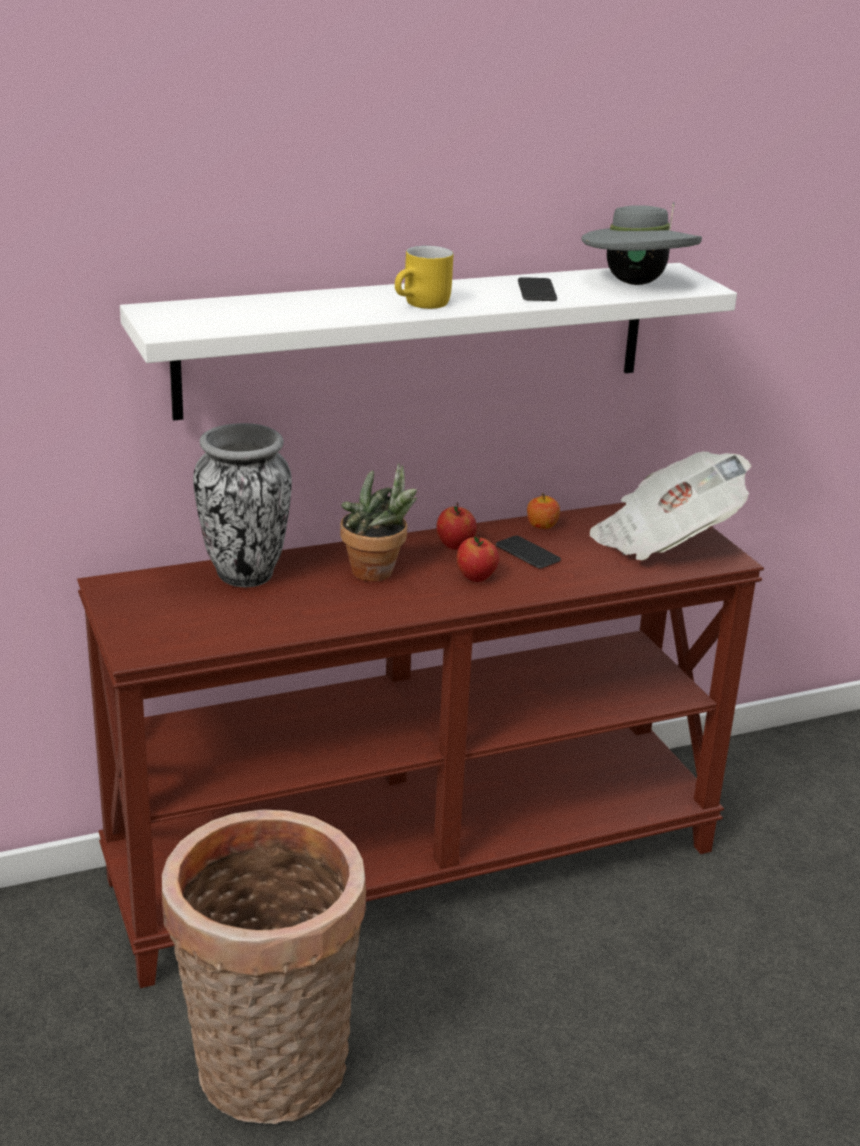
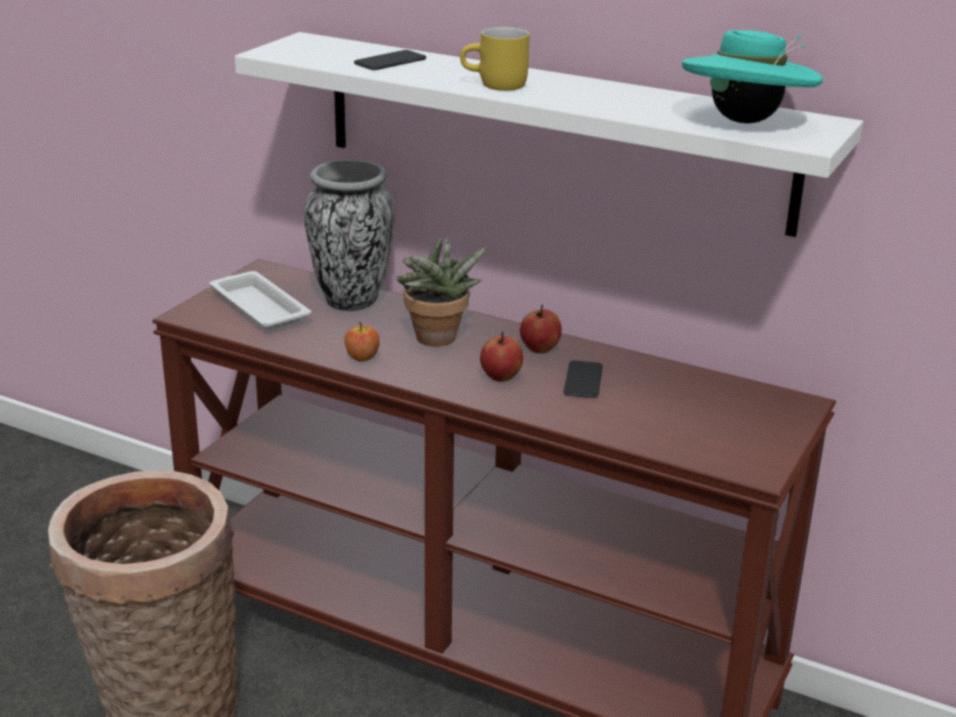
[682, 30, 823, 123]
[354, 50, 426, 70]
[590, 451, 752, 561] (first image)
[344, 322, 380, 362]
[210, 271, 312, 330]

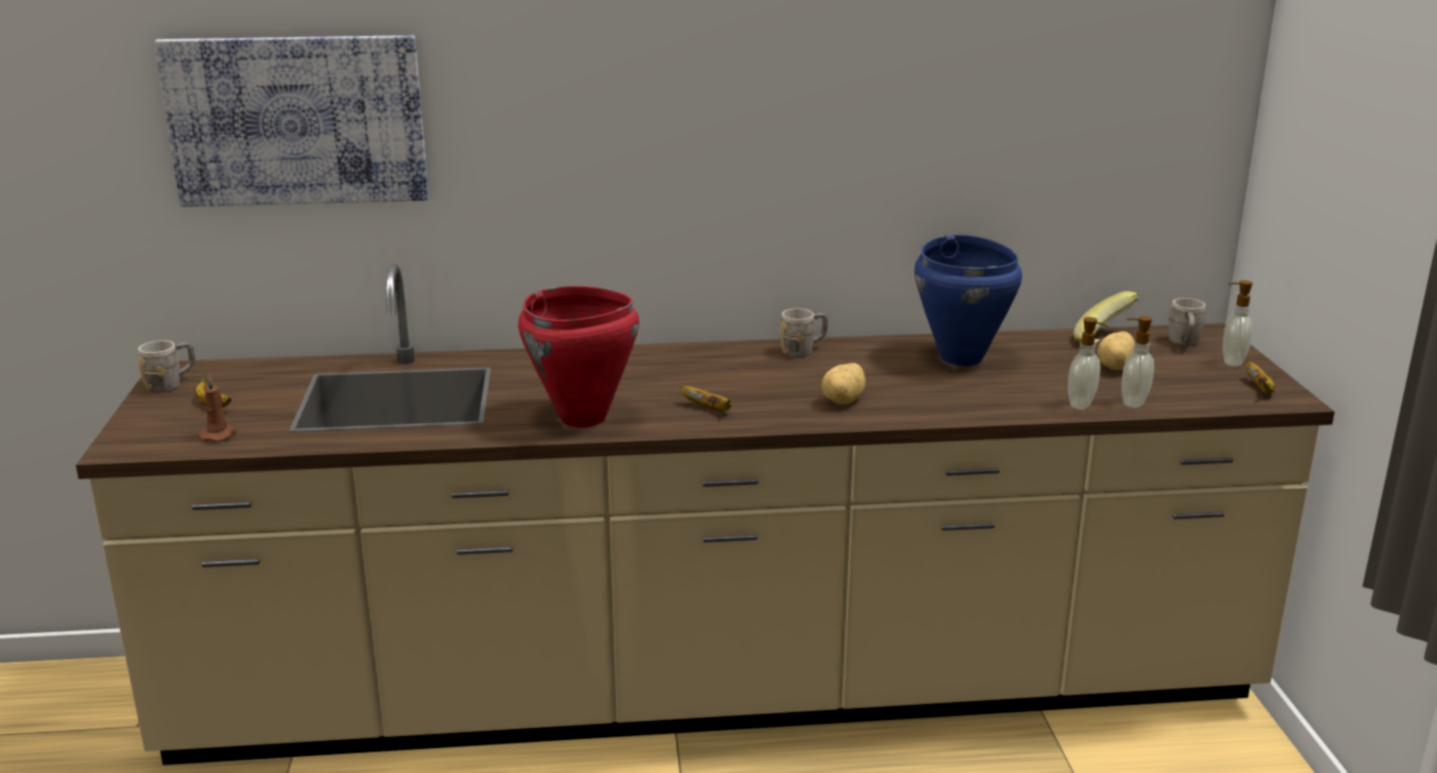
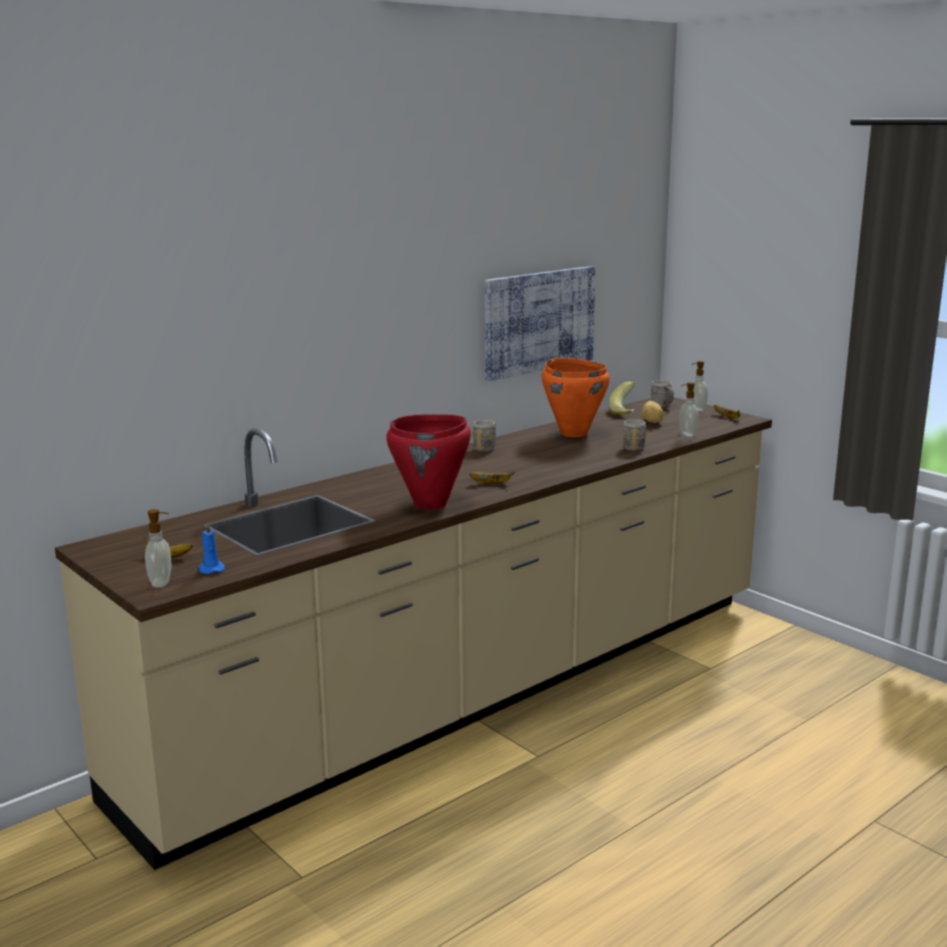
[485, 266, 596, 381]
[542, 358, 610, 437]
[145, 509, 171, 588]
[622, 419, 647, 451]
[822, 363, 865, 404] (first image)
[199, 522, 226, 574]

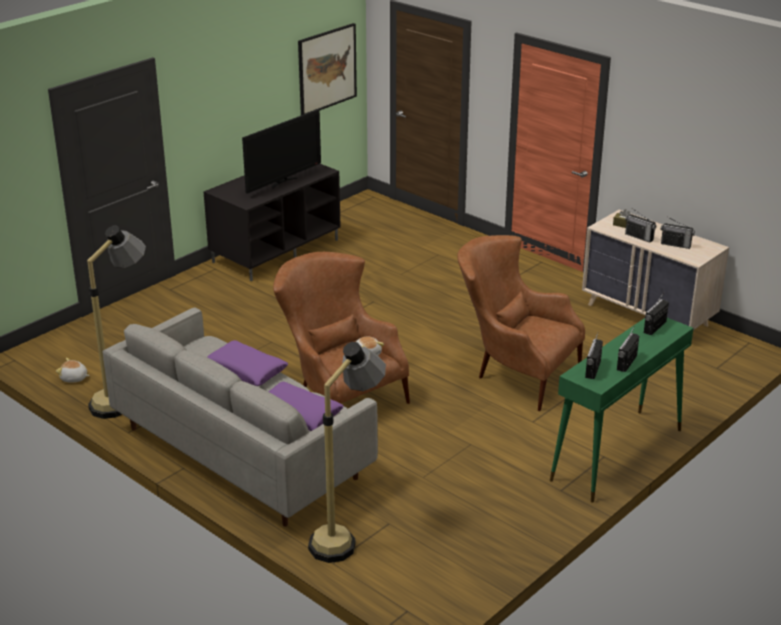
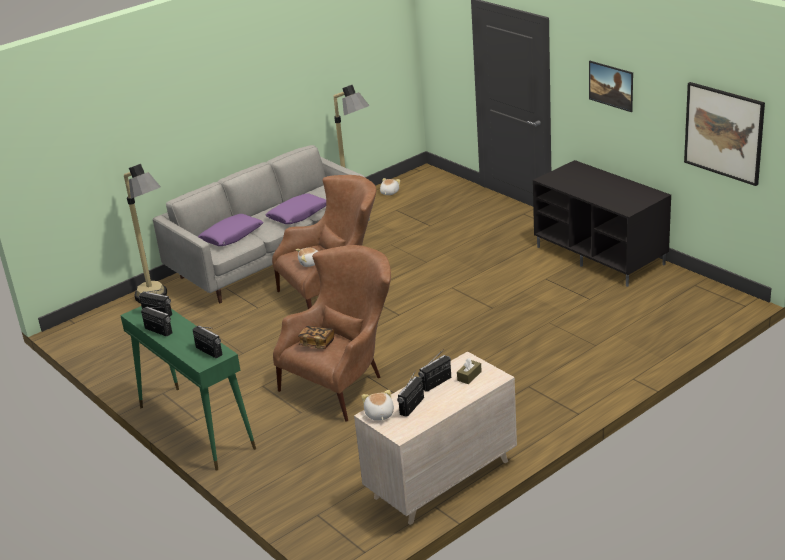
[242, 109, 321, 194] (first image)
[589, 61, 633, 112]
[298, 326, 334, 349]
[362, 390, 394, 421]

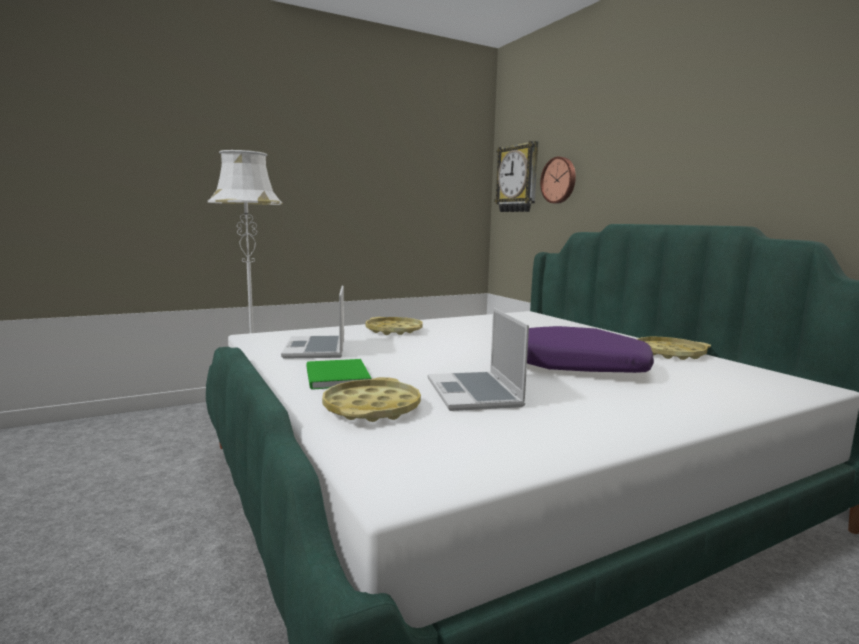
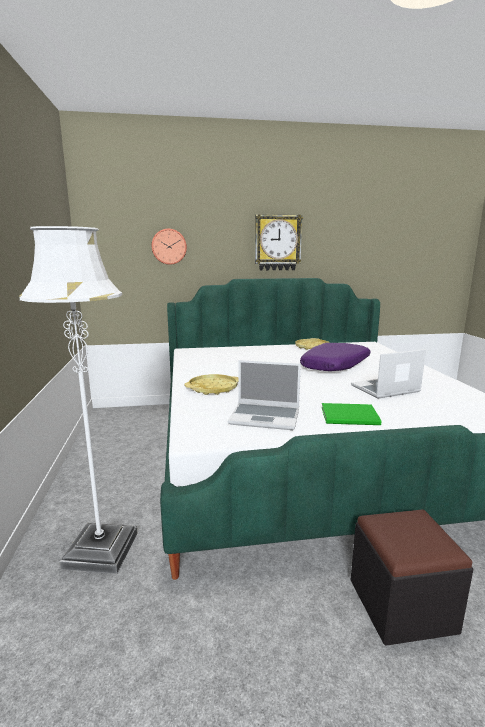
[255, 214, 303, 270]
[351, 349, 426, 399]
[322, 377, 421, 422] (first image)
[351, 509, 473, 646]

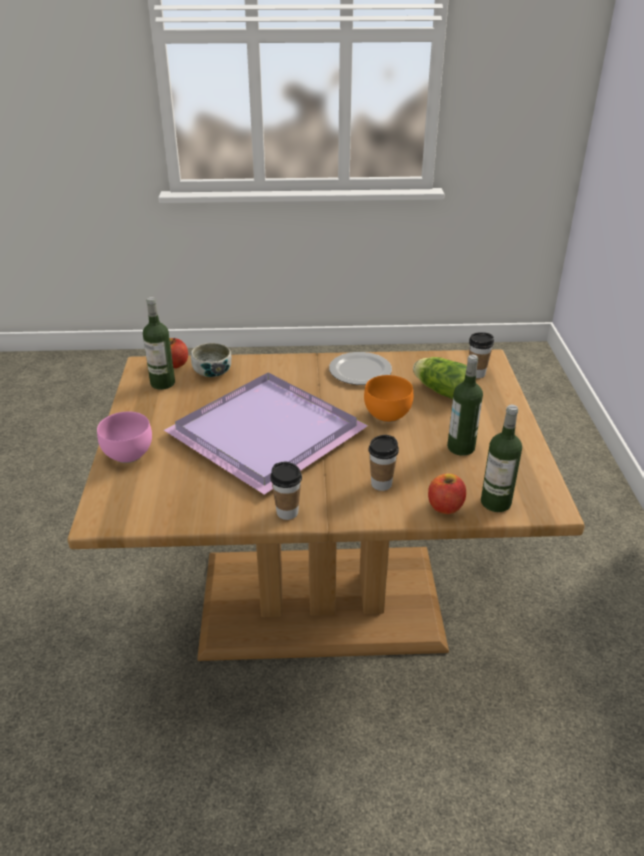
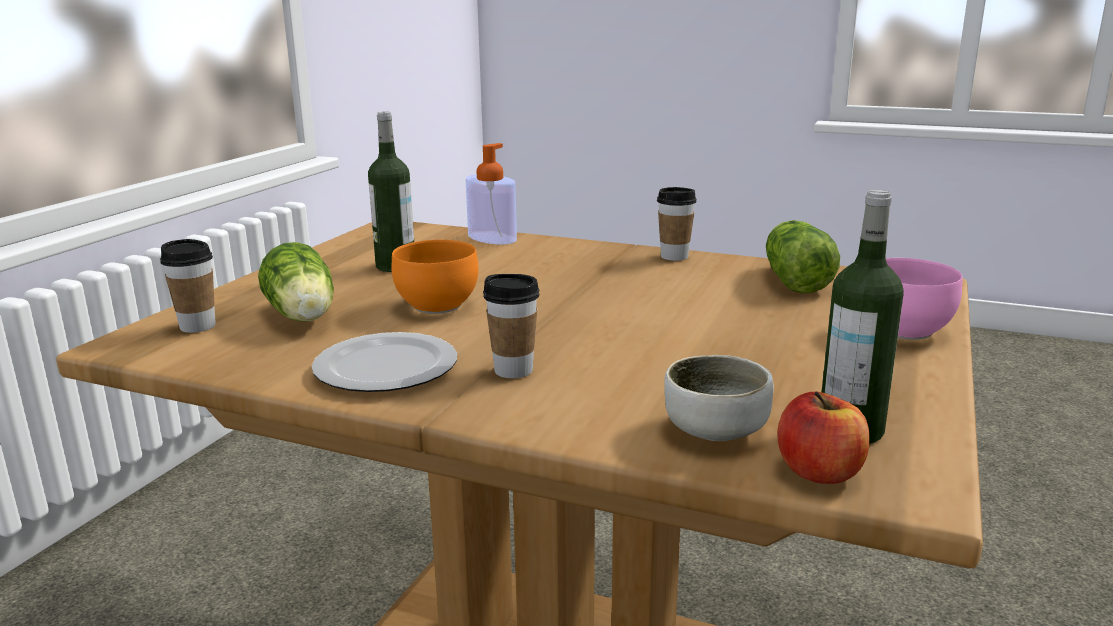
[164, 373, 369, 495] (first image)
[481, 405, 522, 512] (first image)
[483, 274, 539, 378]
[466, 143, 517, 245]
[766, 220, 840, 293]

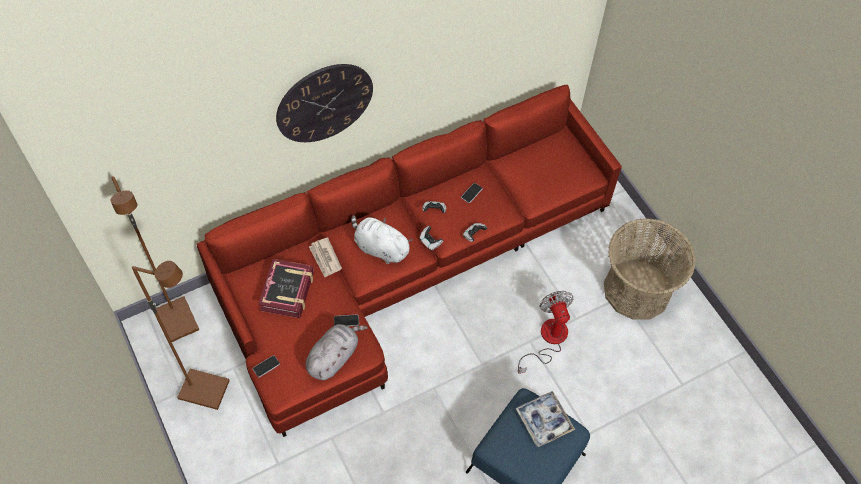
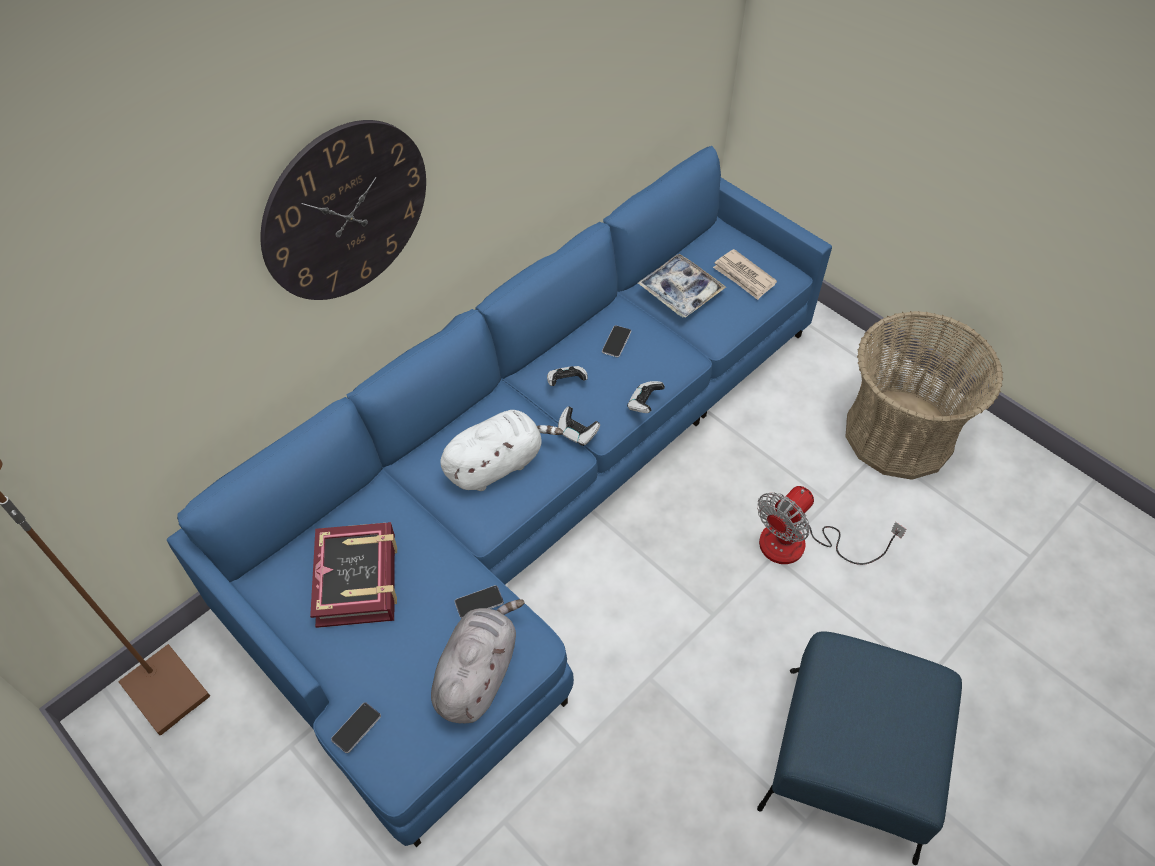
[167, 146, 832, 848]
[440, 410, 563, 491]
[713, 249, 777, 300]
[132, 261, 230, 410] (first image)
[757, 486, 906, 565]
[638, 254, 726, 318]

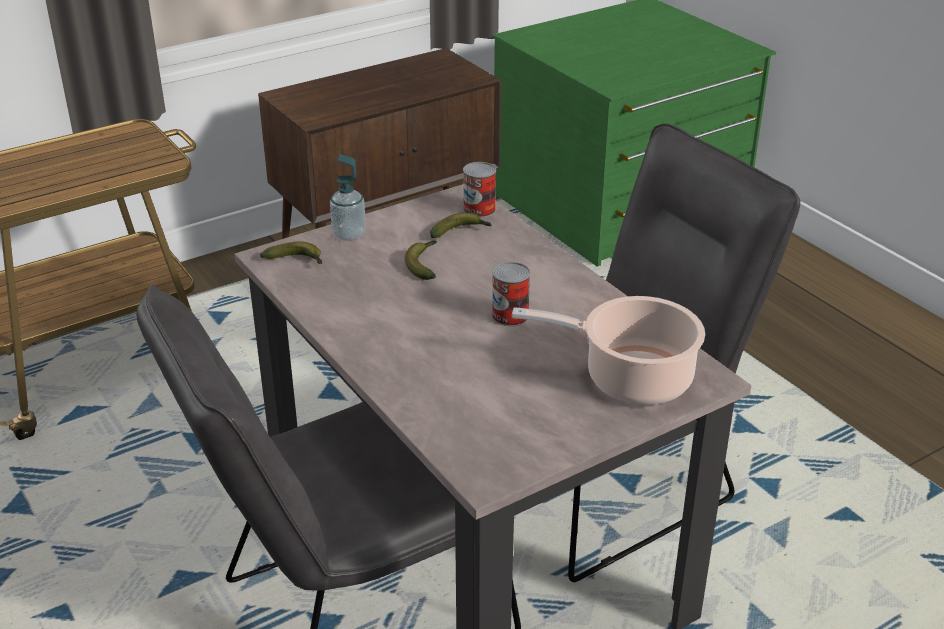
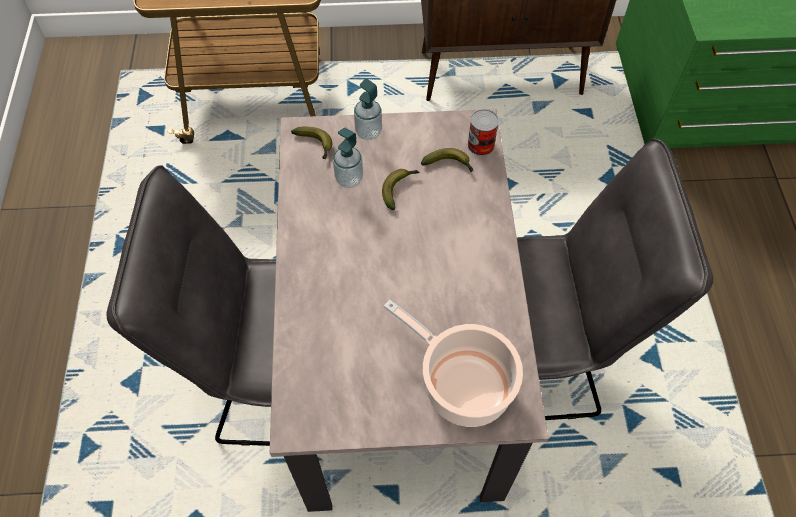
[492, 262, 531, 327] (first image)
[333, 128, 363, 188]

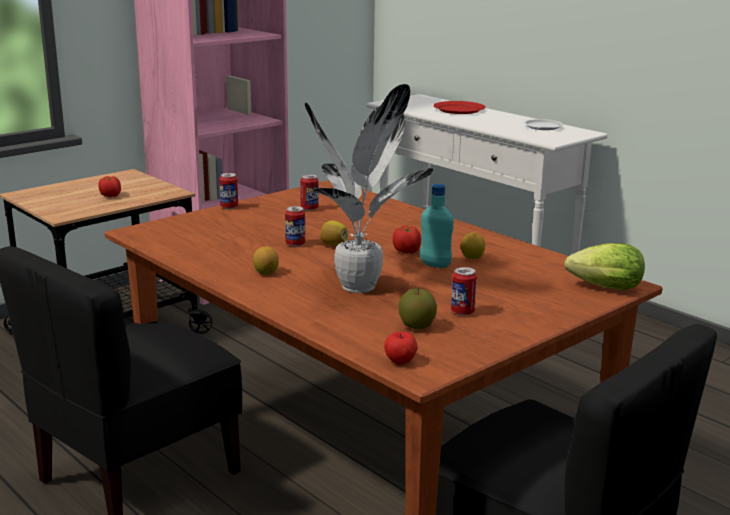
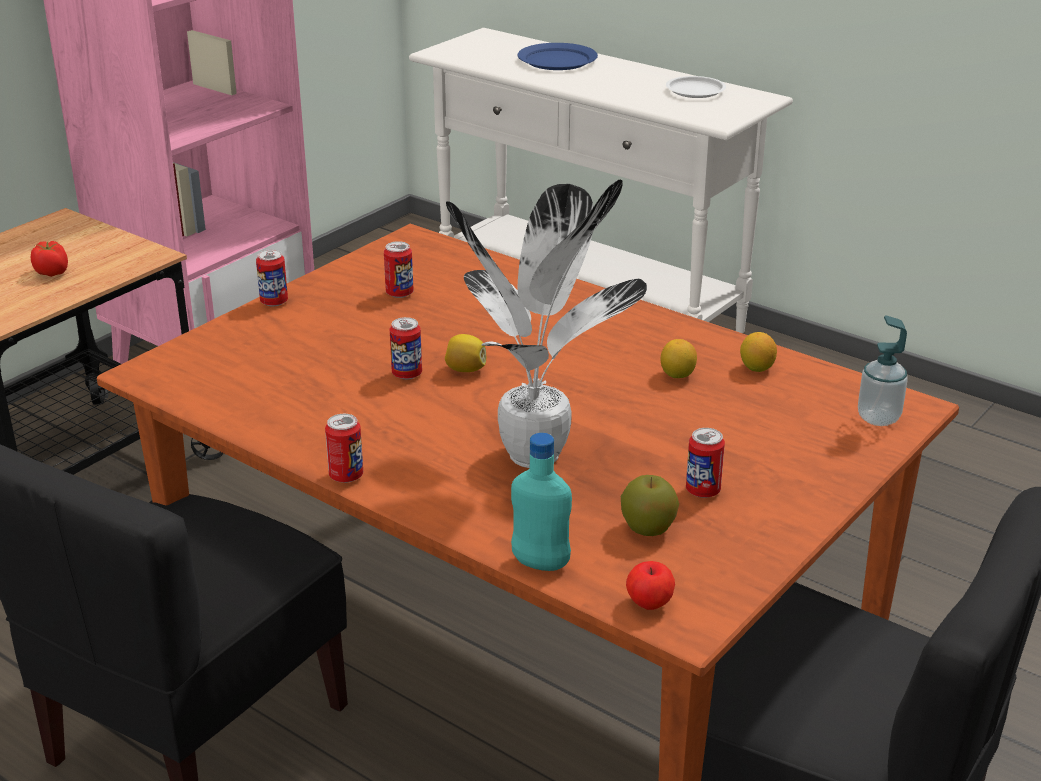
[517, 43, 598, 70]
[511, 433, 572, 571]
[393, 225, 421, 254] (first image)
[858, 315, 908, 426]
[740, 332, 777, 372]
[325, 414, 363, 483]

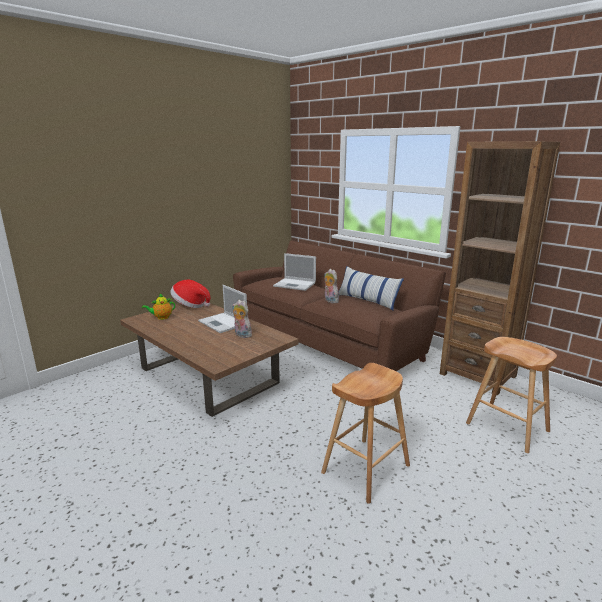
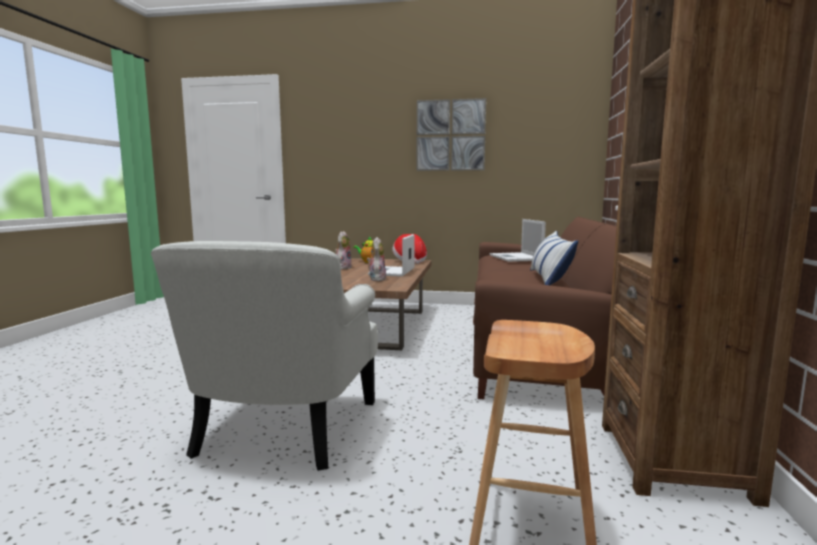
[335, 231, 351, 270]
[151, 241, 378, 471]
[417, 98, 486, 171]

